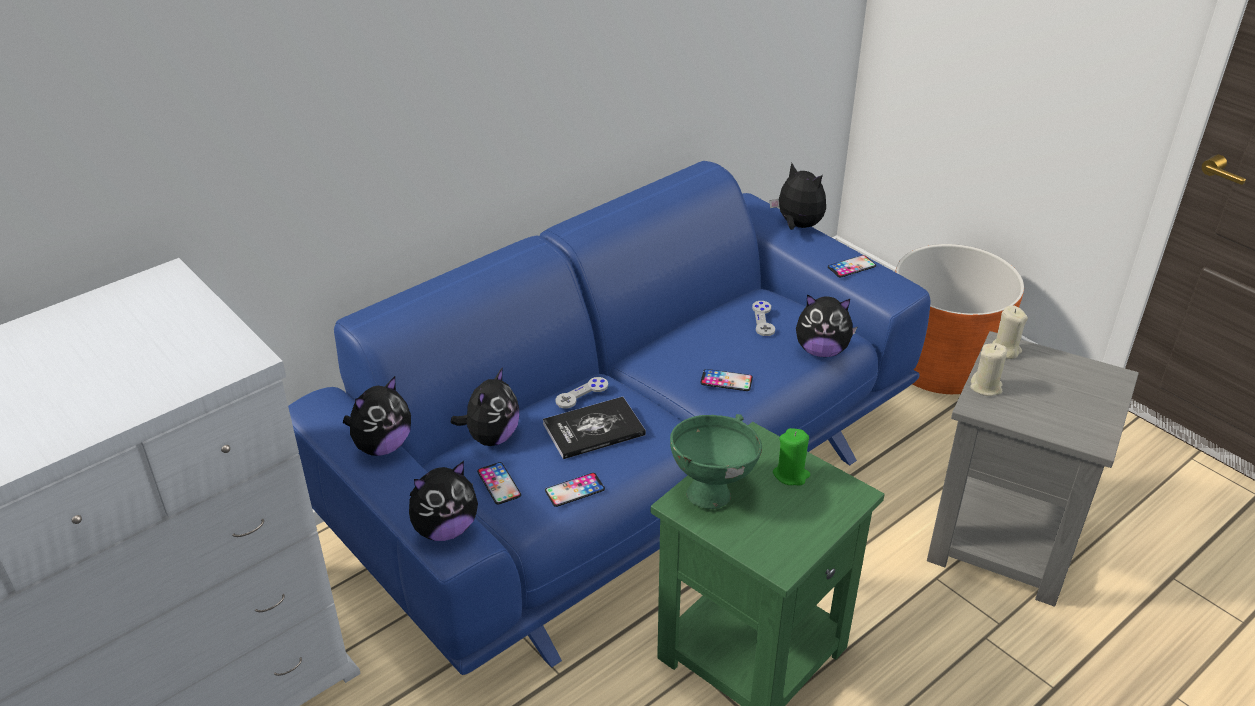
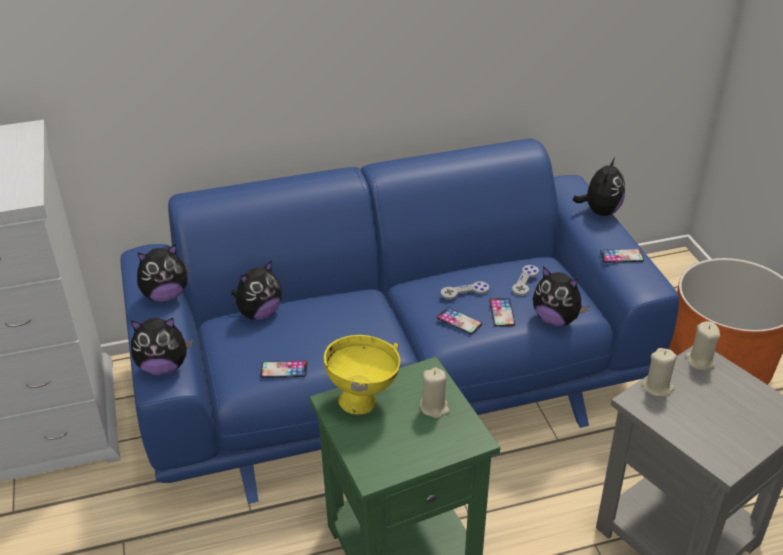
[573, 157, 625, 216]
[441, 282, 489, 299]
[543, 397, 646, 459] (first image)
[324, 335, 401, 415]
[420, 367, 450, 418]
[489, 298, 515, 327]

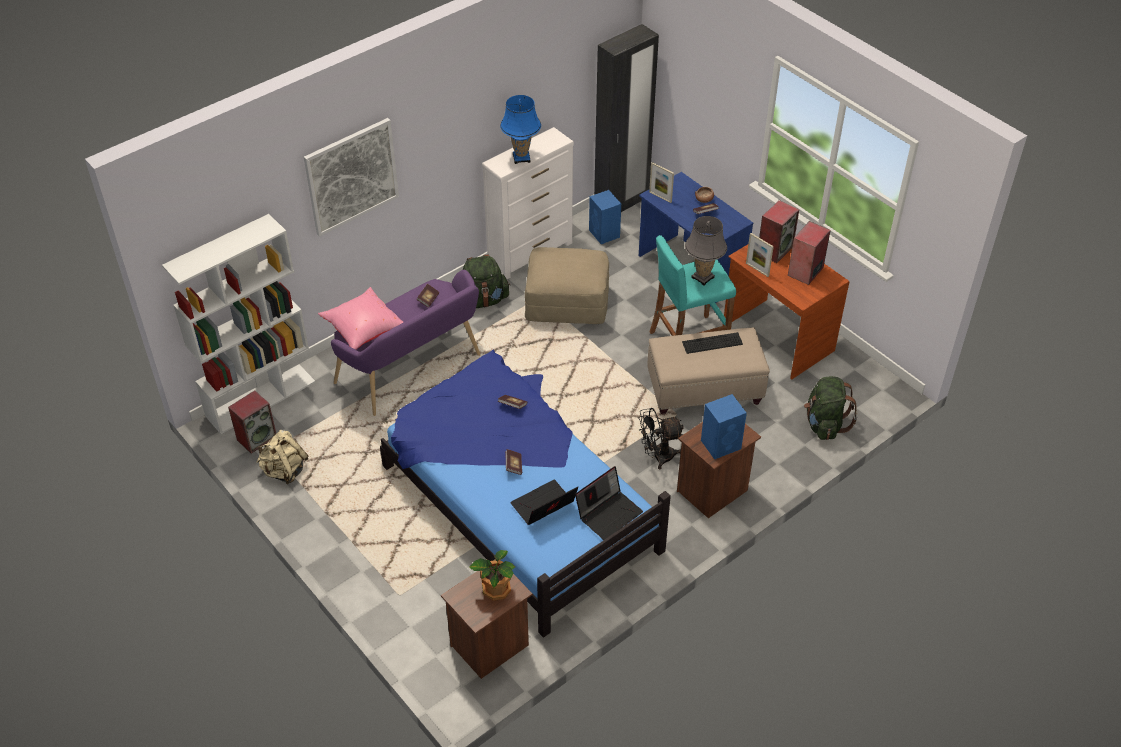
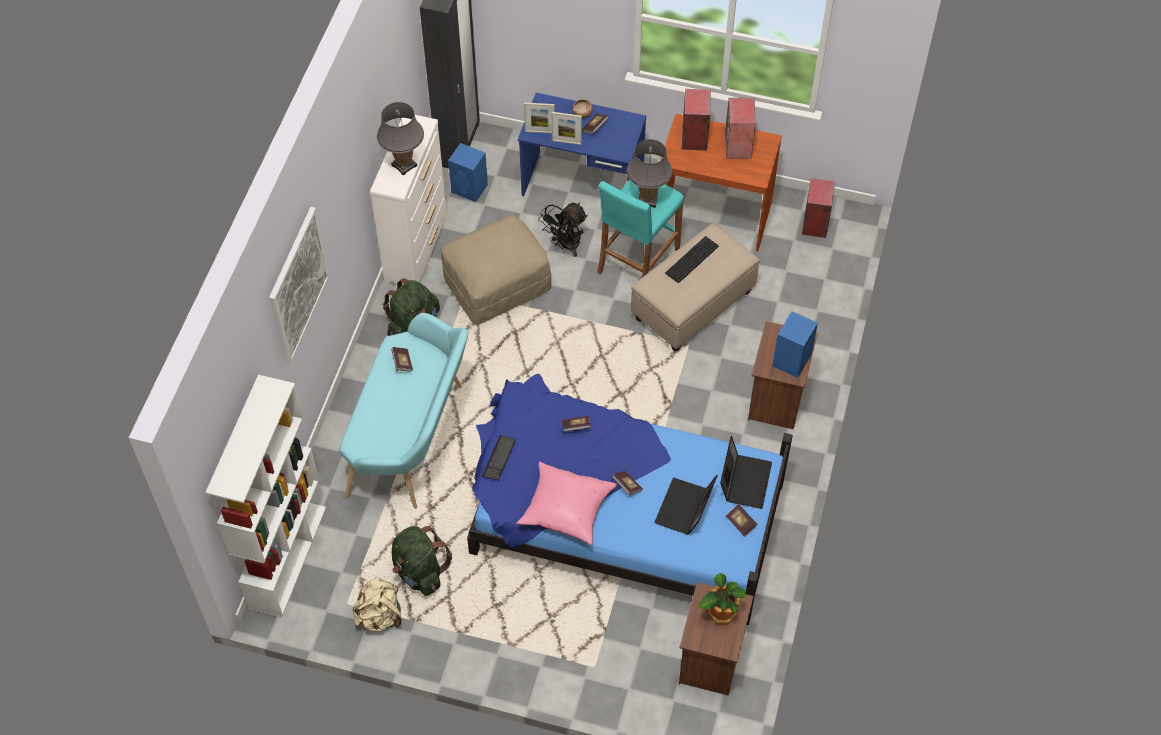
[377, 102, 424, 176]
[551, 112, 582, 145]
[339, 313, 468, 509]
[517, 462, 617, 545]
[392, 526, 452, 596]
[802, 178, 835, 238]
[538, 203, 588, 257]
[482, 435, 516, 480]
[726, 504, 758, 537]

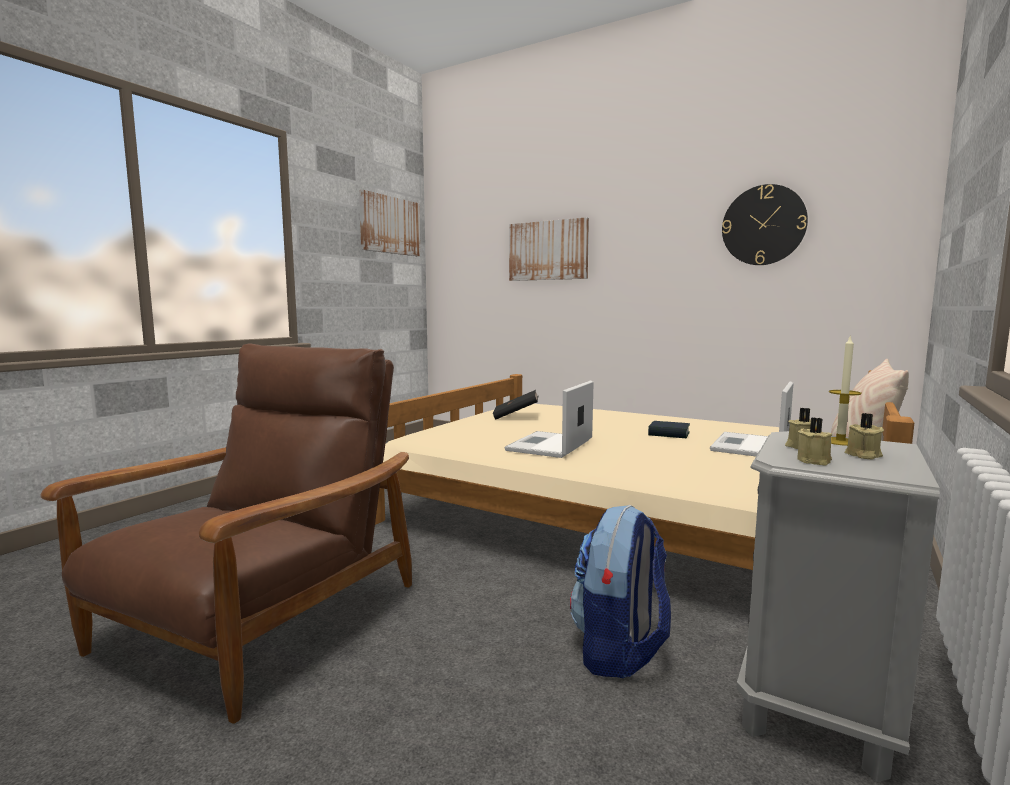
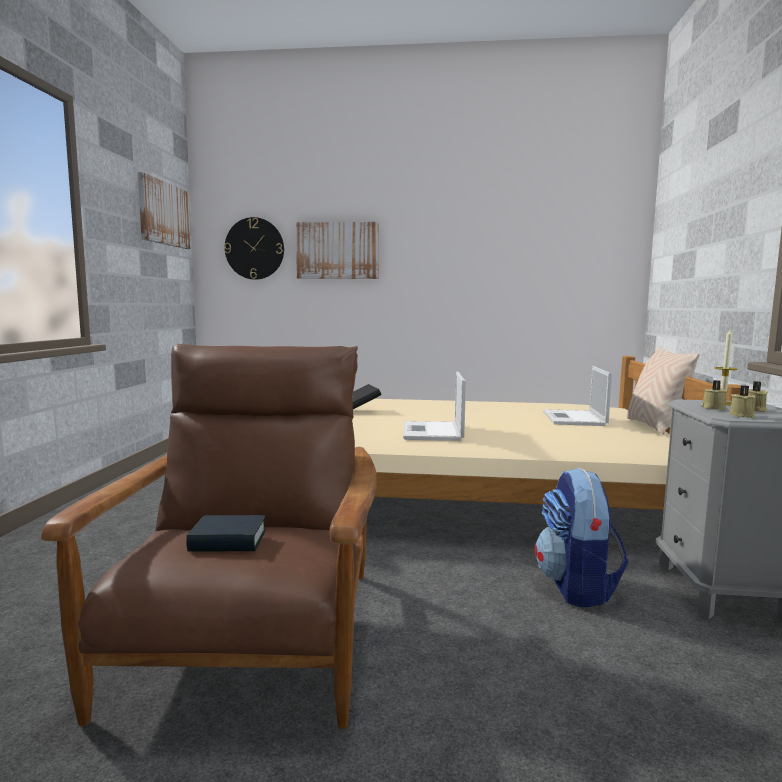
[224, 217, 284, 280]
[186, 515, 266, 551]

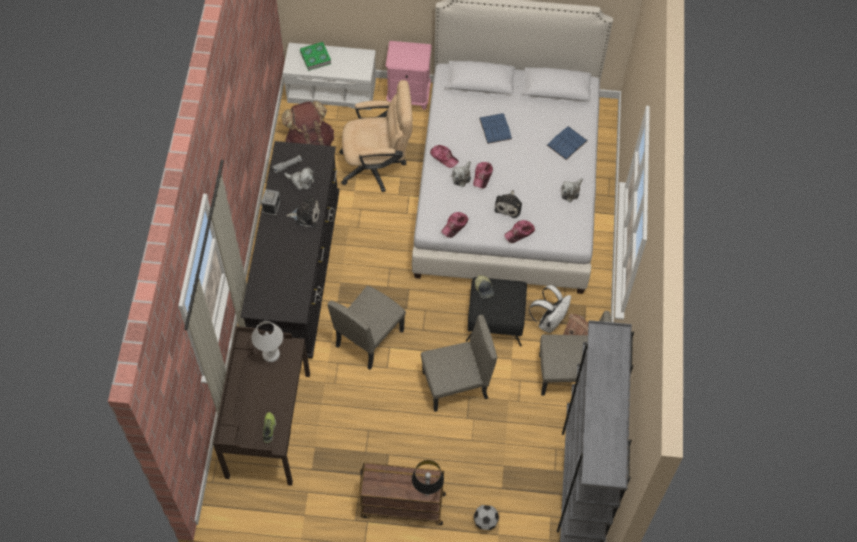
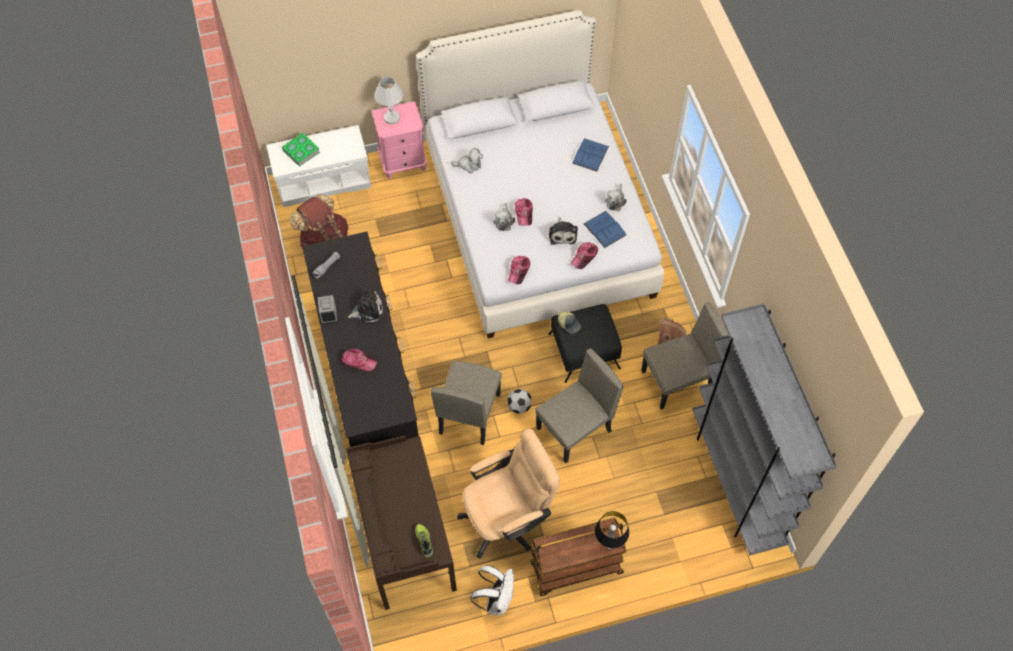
[457, 429, 560, 559]
[584, 211, 627, 248]
[341, 349, 377, 371]
[450, 148, 483, 173]
[470, 565, 514, 615]
[374, 77, 404, 124]
[507, 389, 531, 414]

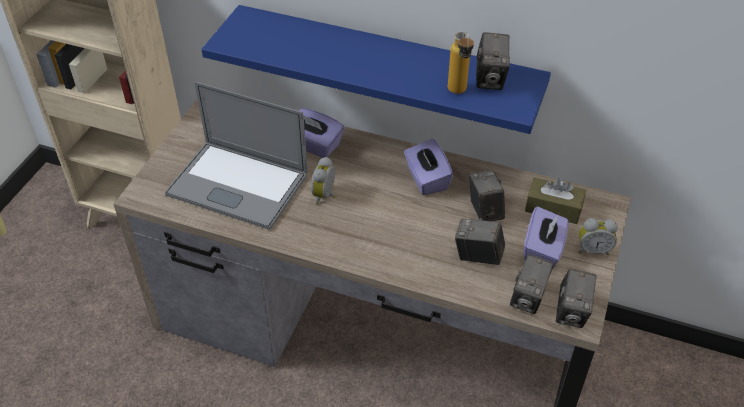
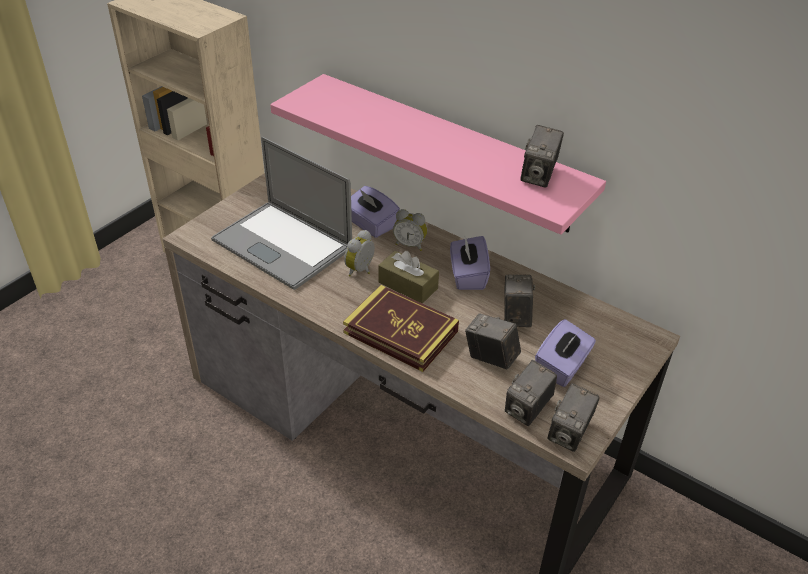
[270, 74, 606, 235]
[448, 32, 474, 94] (first image)
[378, 251, 439, 304]
[393, 209, 427, 251]
[343, 285, 459, 372]

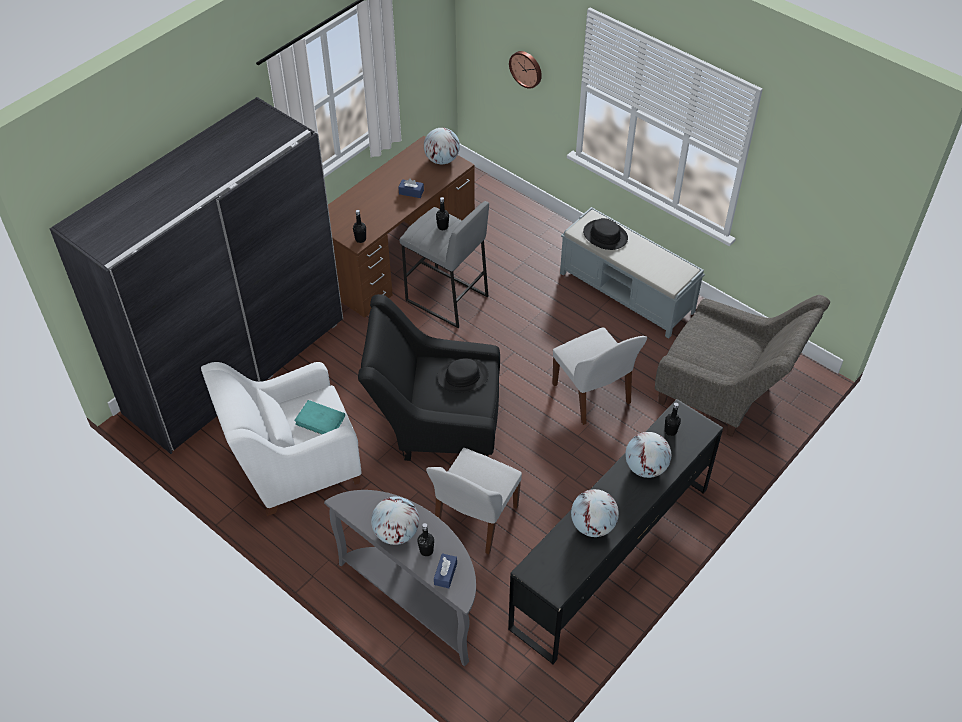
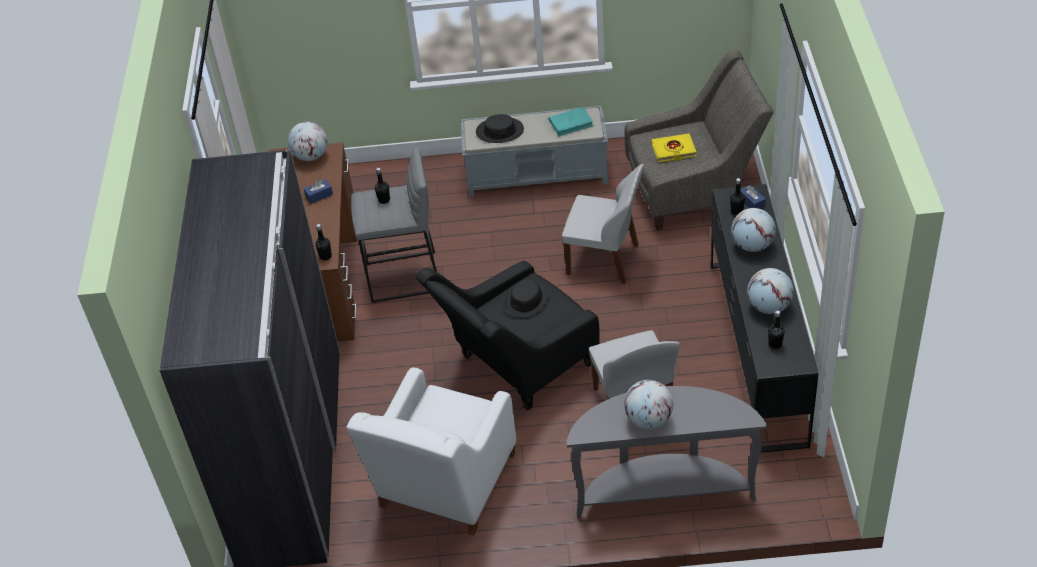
[509, 51, 542, 89] (first image)
[549, 107, 594, 136]
[768, 310, 785, 349]
[740, 185, 766, 209]
[651, 133, 697, 162]

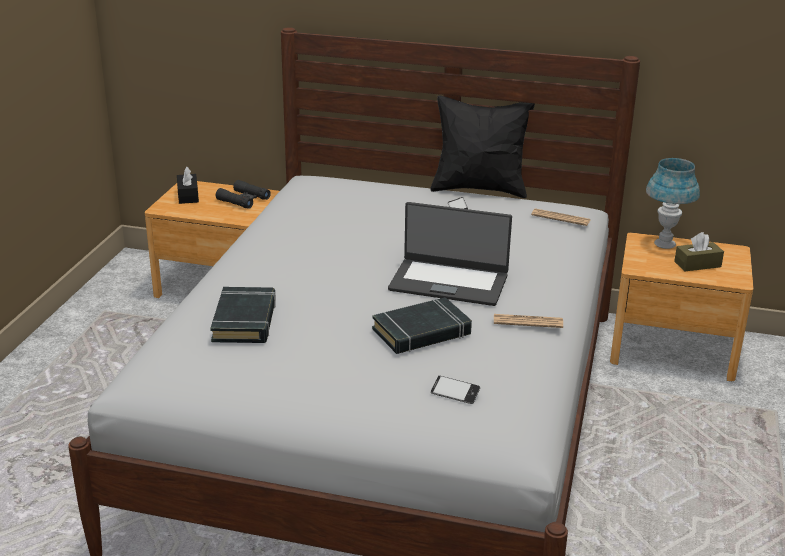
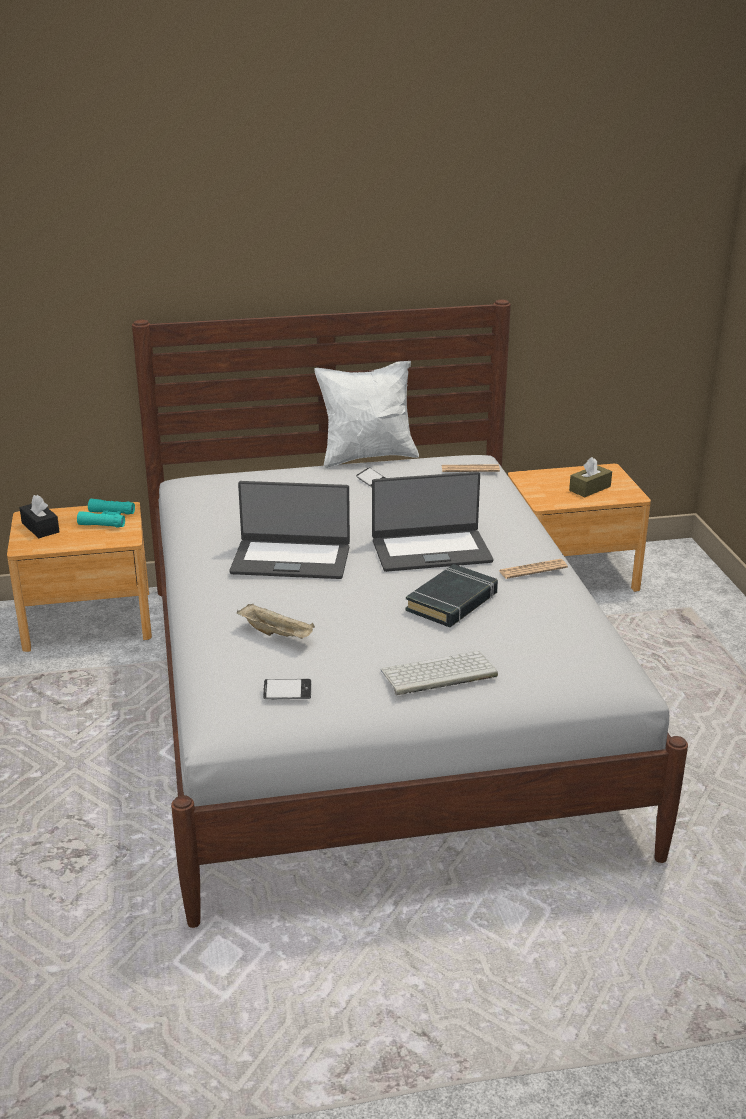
[314, 361, 419, 469]
[646, 158, 700, 249] (first image)
[77, 499, 135, 528]
[237, 603, 315, 639]
[263, 679, 311, 699]
[229, 481, 350, 579]
[381, 651, 498, 695]

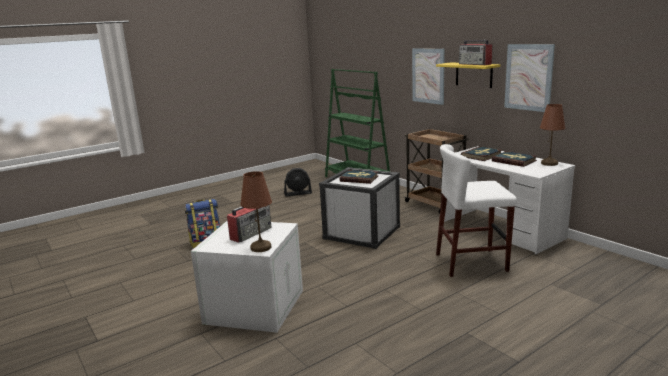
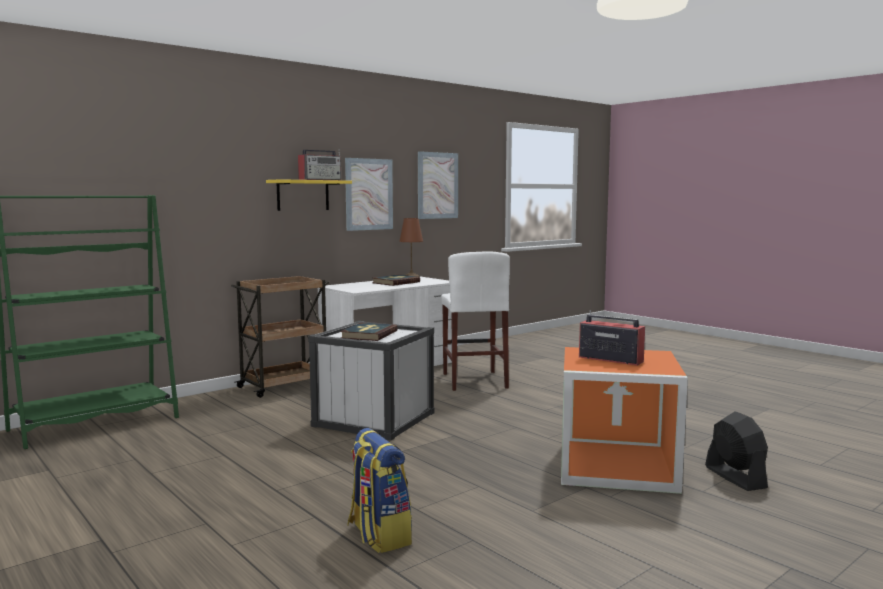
[418, 151, 458, 219]
[461, 146, 502, 161] (first image)
[705, 411, 768, 491]
[240, 171, 272, 252] (first image)
[561, 347, 688, 494]

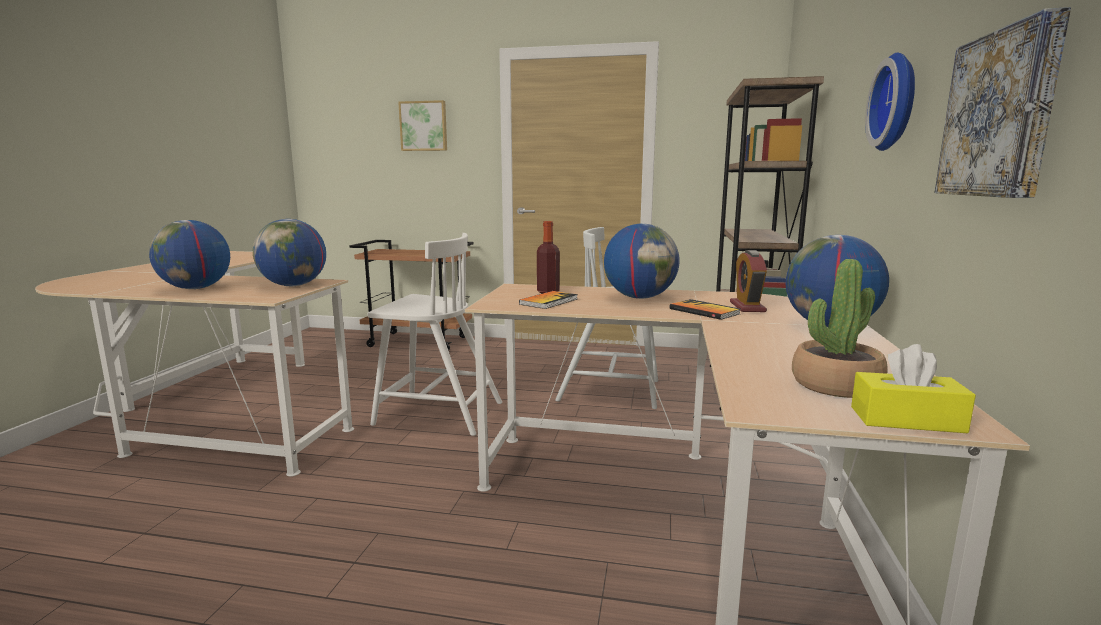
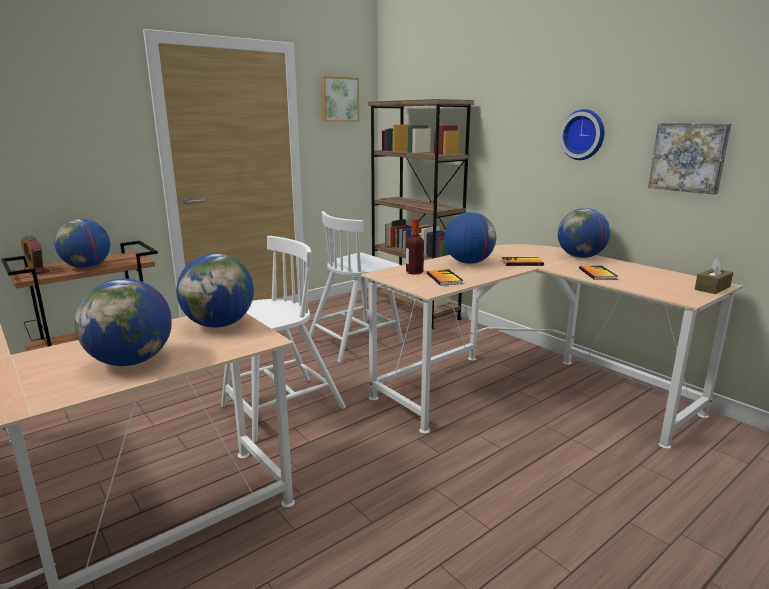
[321, 76, 359, 122]
[21, 236, 49, 274]
[792, 259, 887, 398] (first image)
[695, 258, 733, 294]
[54, 219, 110, 268]
[579, 265, 618, 280]

